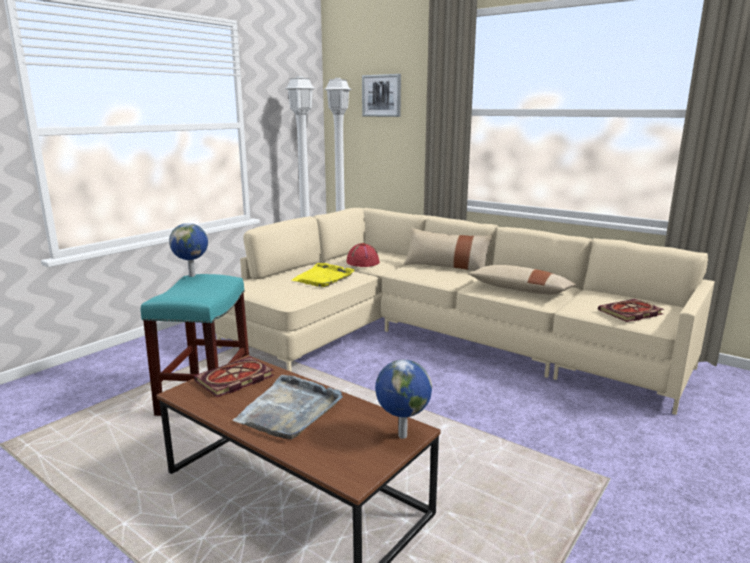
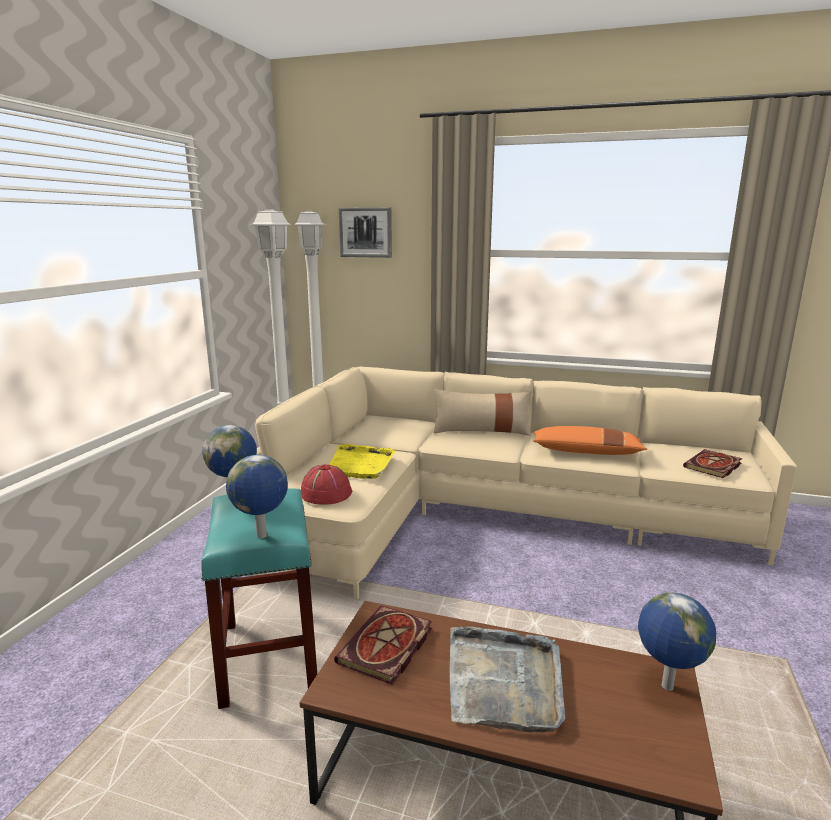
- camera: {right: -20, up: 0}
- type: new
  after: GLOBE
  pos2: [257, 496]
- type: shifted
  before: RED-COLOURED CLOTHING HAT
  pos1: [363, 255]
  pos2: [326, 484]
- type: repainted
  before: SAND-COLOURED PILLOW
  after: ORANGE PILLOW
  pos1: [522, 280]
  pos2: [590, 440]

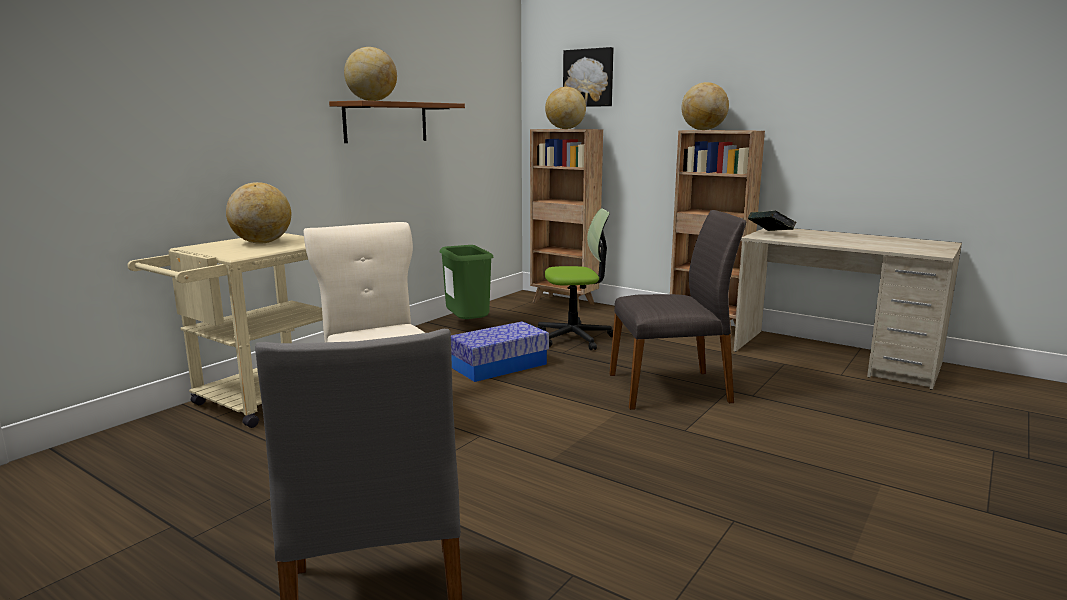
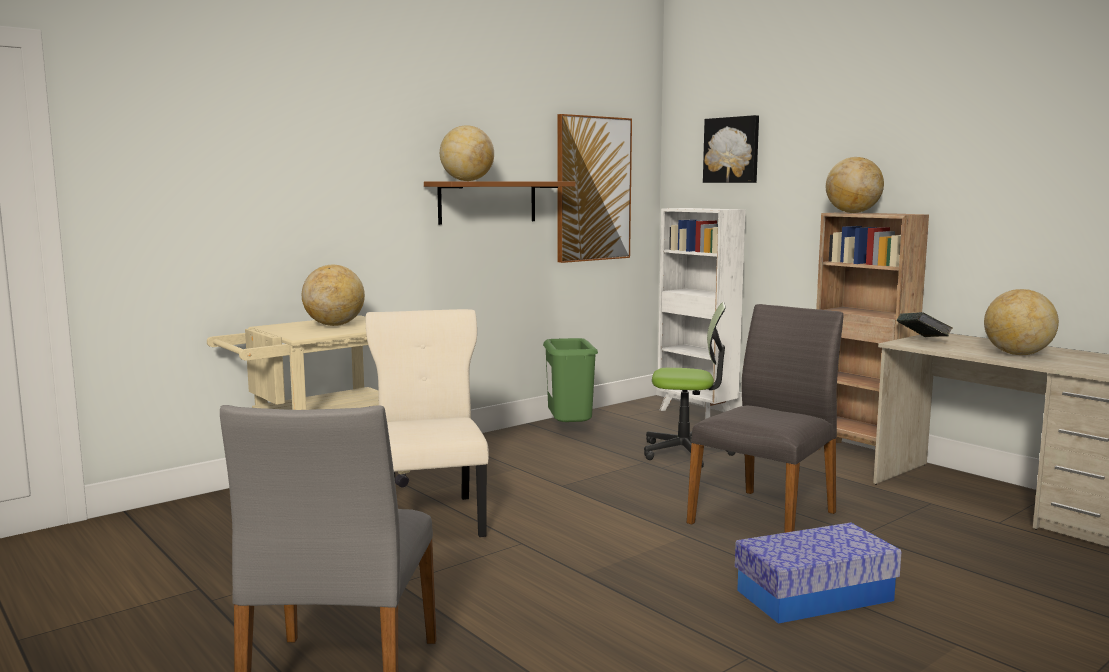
- camera: {right: 15, up: -5}
- type: new
  after: PICTURE
  pos2: [594, 188]
- type: shifted
  before: STORAGE BIN
  pos1: [500, 351]
  pos2: [818, 573]
- type: shifted
  before: GLOBE
  pos1: [565, 108]
  pos2: [1021, 322]
- type: repainted
  before: BROWNISH SHELVING UNIT
  after: WHITE SHELVING UNIT
  pos1: [566, 220]
  pos2: [701, 313]
- type: rotated
  before: GREYISH CHAIR
  pos1: [677, 310]
  pos2: [765, 418]
  turn: -60

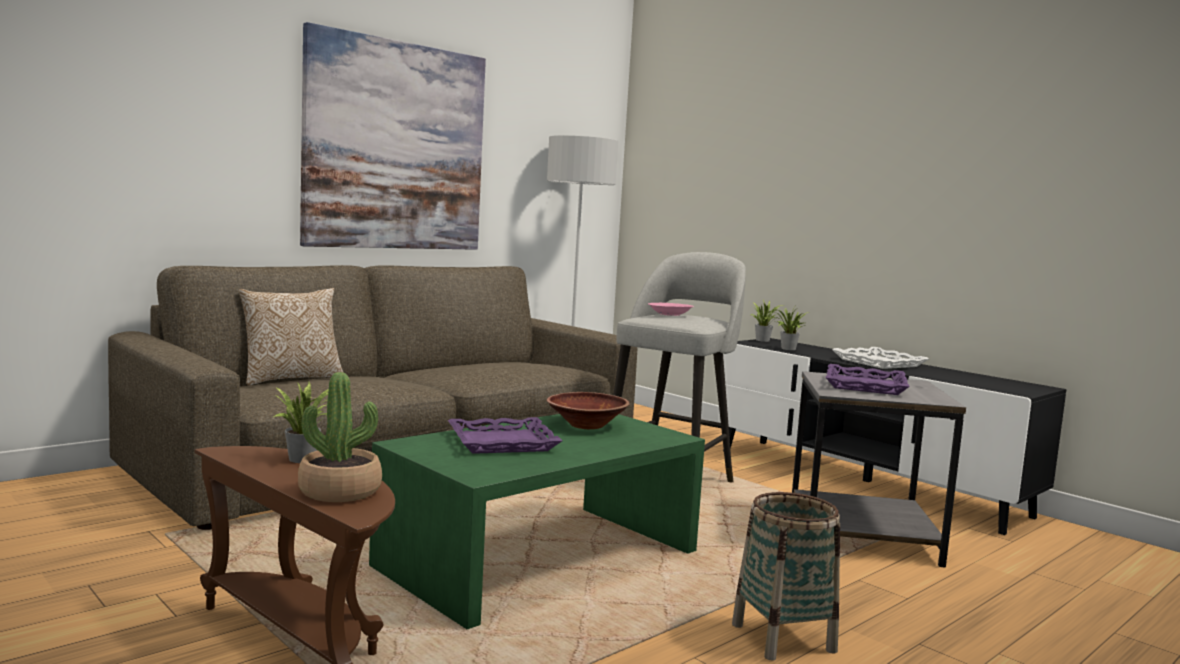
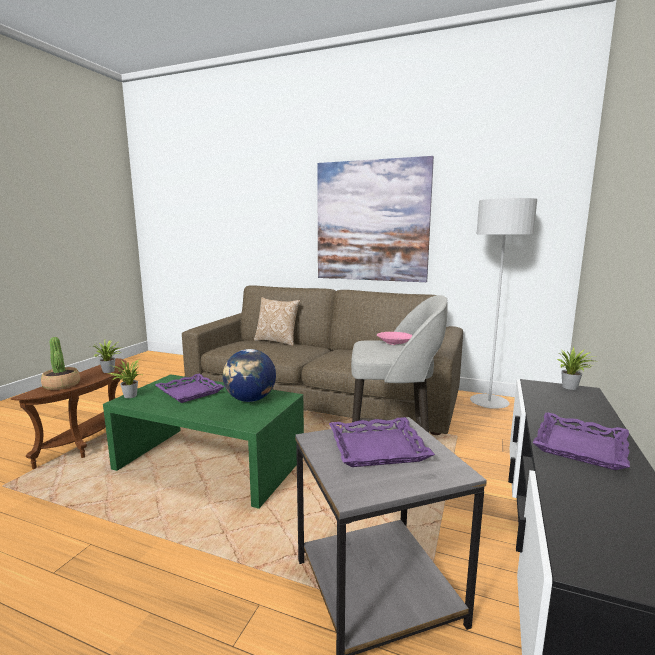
- camera: {right: 65, up: 5}
- type: gone
  before: HOUSEHOLD BASKET
  pos1: [786, 576]
- type: shifted
  before: HOUSEPLANT
  pos1: [790, 328]
  pos2: [124, 378]
- type: swapped
  before: BROWNISH SERVING BOWL
  after: GLOBE
  pos1: [588, 410]
  pos2: [249, 375]
- type: repainted
  before: WHITE TRAY
  after: PURPLE-COLOURED TRAY
  pos1: [880, 358]
  pos2: [581, 441]

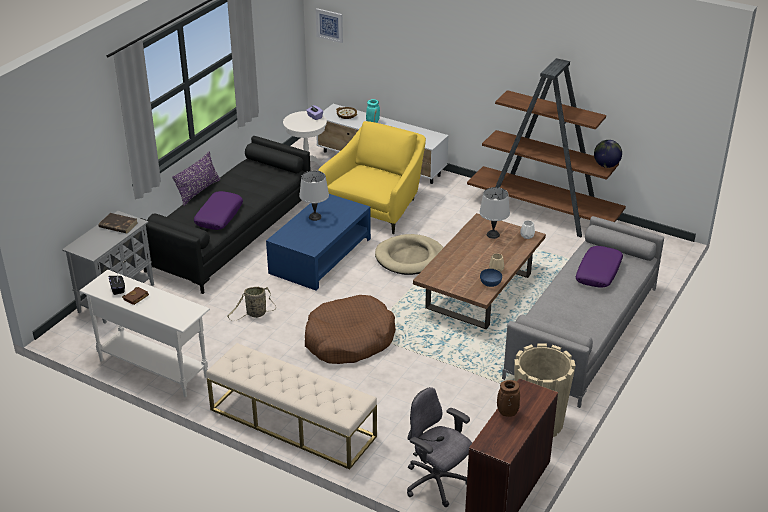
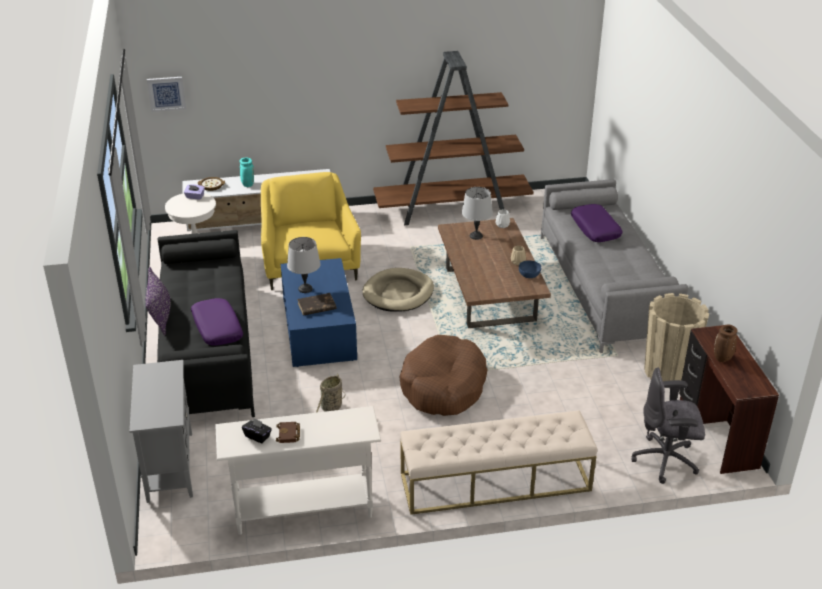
- camera: {right: -40, up: 0}
- type: gone
  before: GLOBE
  pos1: [608, 154]
- type: shifted
  before: BROWNISH VOLUME
  pos1: [118, 223]
  pos2: [316, 304]

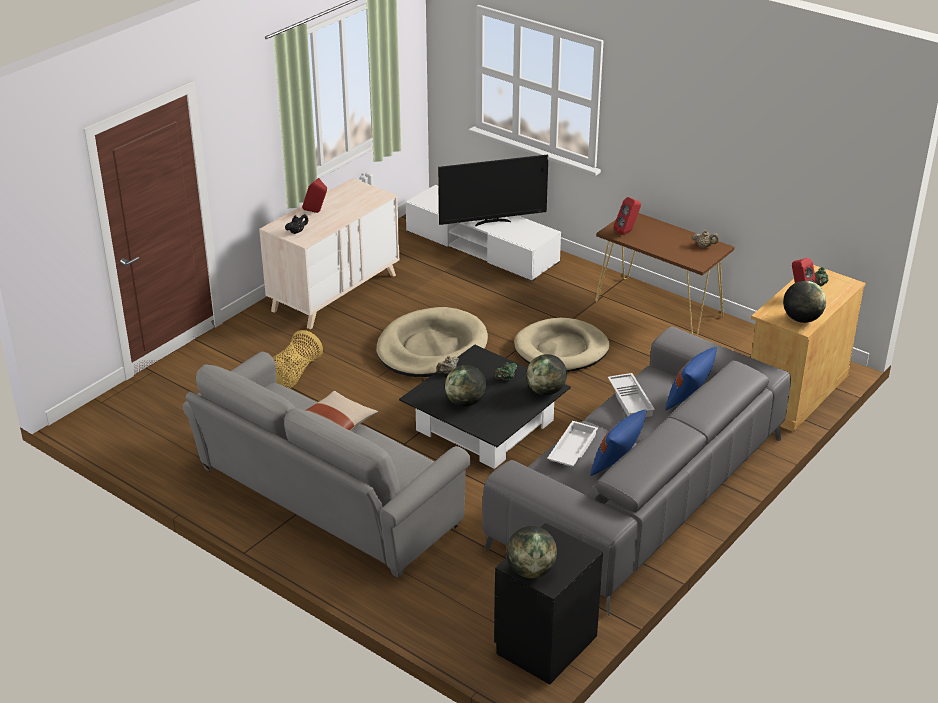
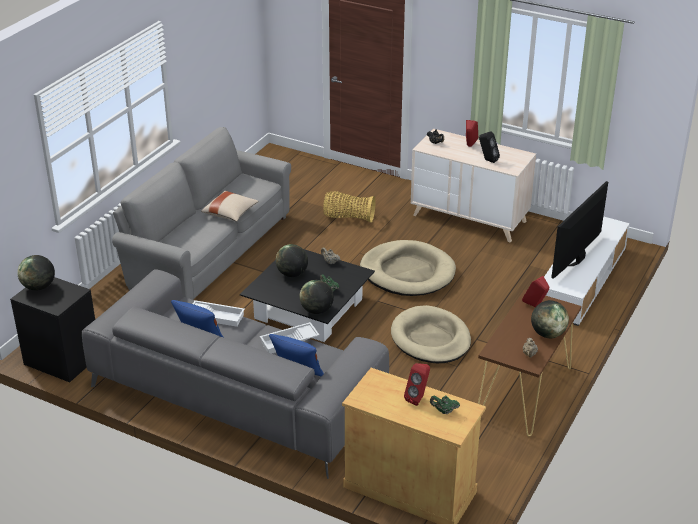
- camera: {right: 80, up: 0}
- type: new
  after: BLACK-COLOURED LOUDSPEAKER
  pos2: [489, 147]
- type: shifted
  before: GLOBE
  pos1: [804, 302]
  pos2: [550, 319]
- type: rotated
  before: TV
  pos1: [493, 190]
  pos2: [579, 230]
  turn: 60

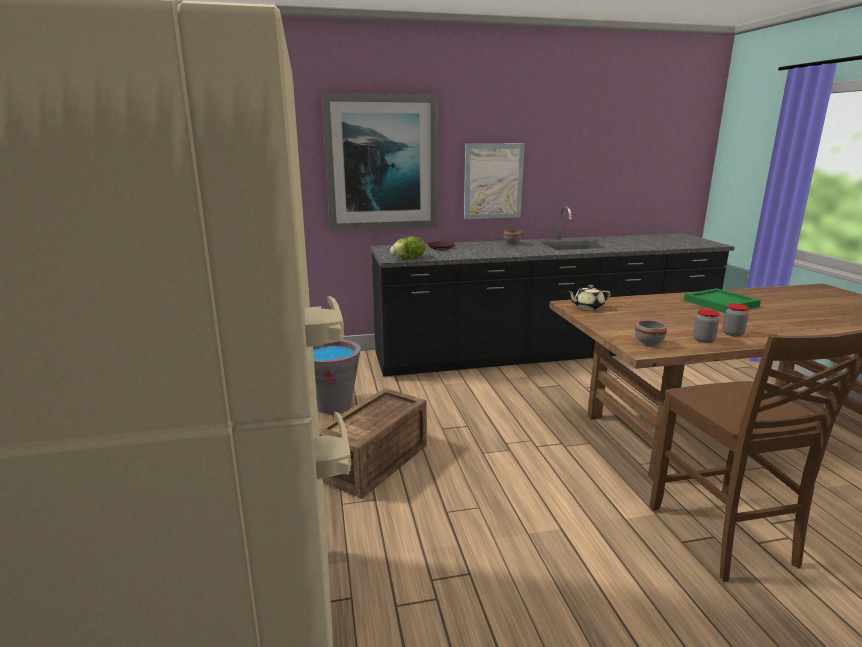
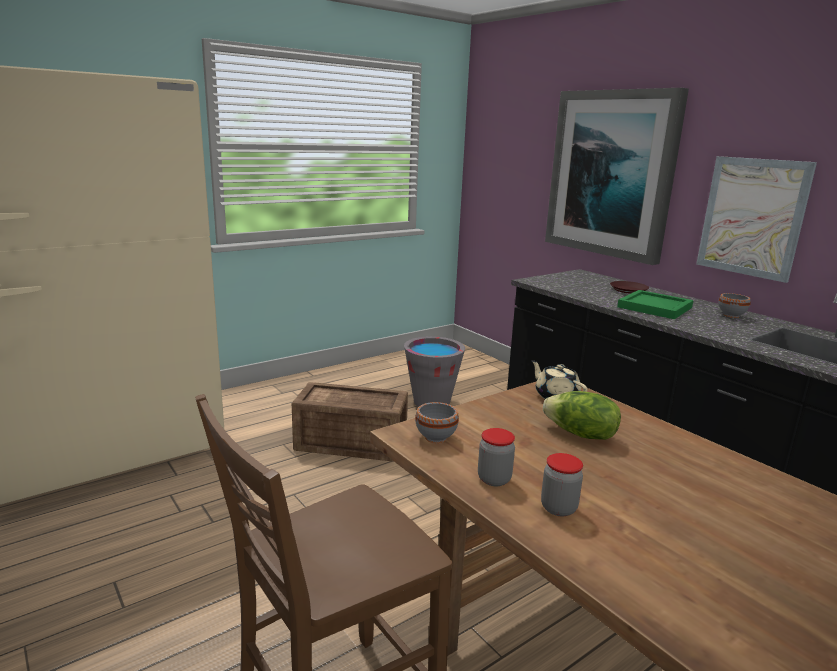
- camera: {right: 65, up: 0}
- type: shifted
  before: LETTUCE
  pos1: [408, 247]
  pos2: [582, 415]
- type: shifted
  before: GREEN-COLOURED TRAY
  pos1: [722, 300]
  pos2: [655, 304]

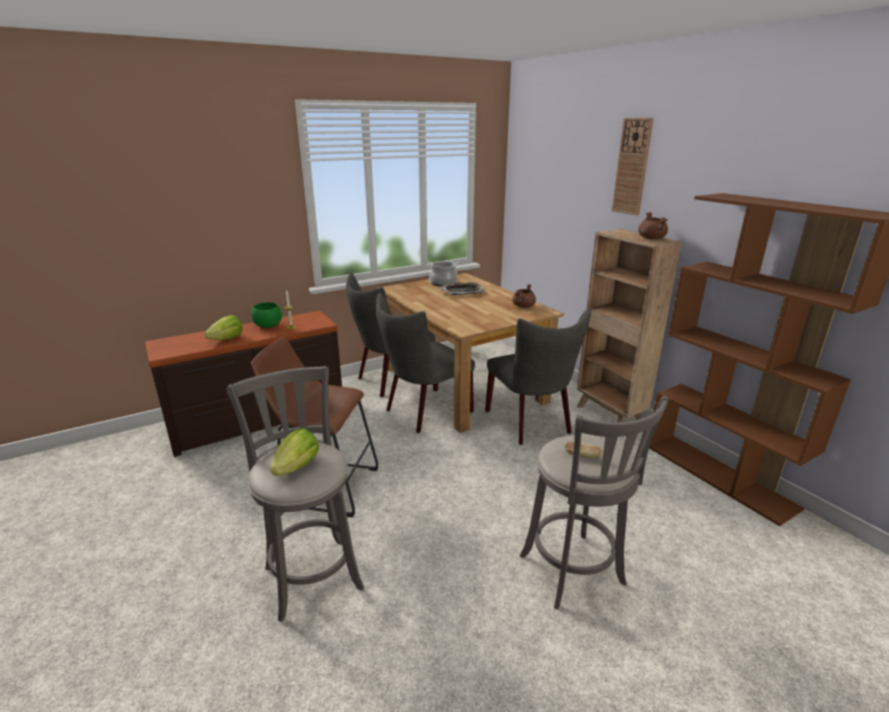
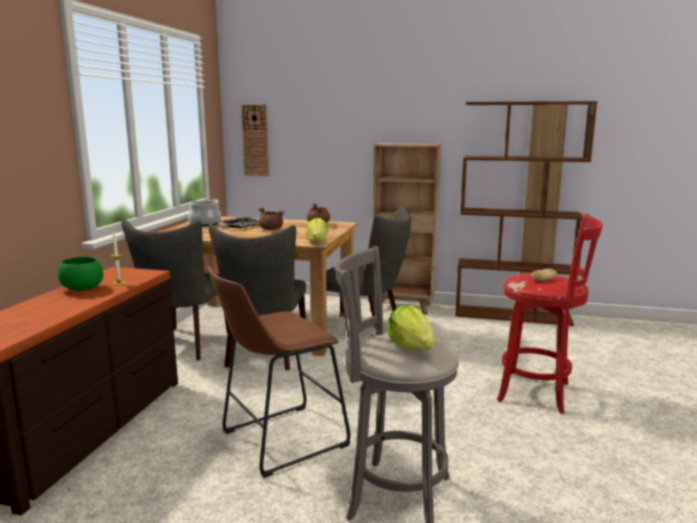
- camera: {right: -45, up: -10}
- type: shifted
  before: LETTUCE
  pos1: [223, 327]
  pos2: [317, 230]
- type: shifted
  before: WALL CLOCK
  pos1: [633, 167]
  pos2: [255, 140]
- type: shifted
  before: BROWNISH STOCKPOT
  pos1: [653, 225]
  pos2: [271, 218]
- type: repainted
  before: GREYISH STOOL SEAT
  after: RED-COLOURED STOOL SEAT
  pos1: [594, 502]
  pos2: [550, 314]

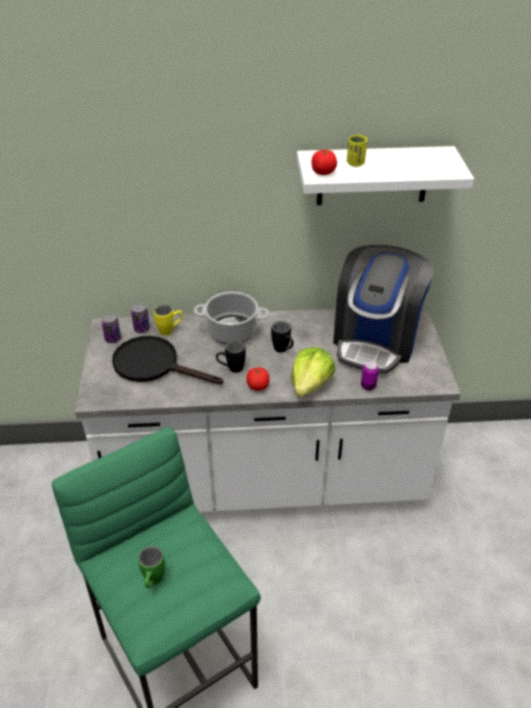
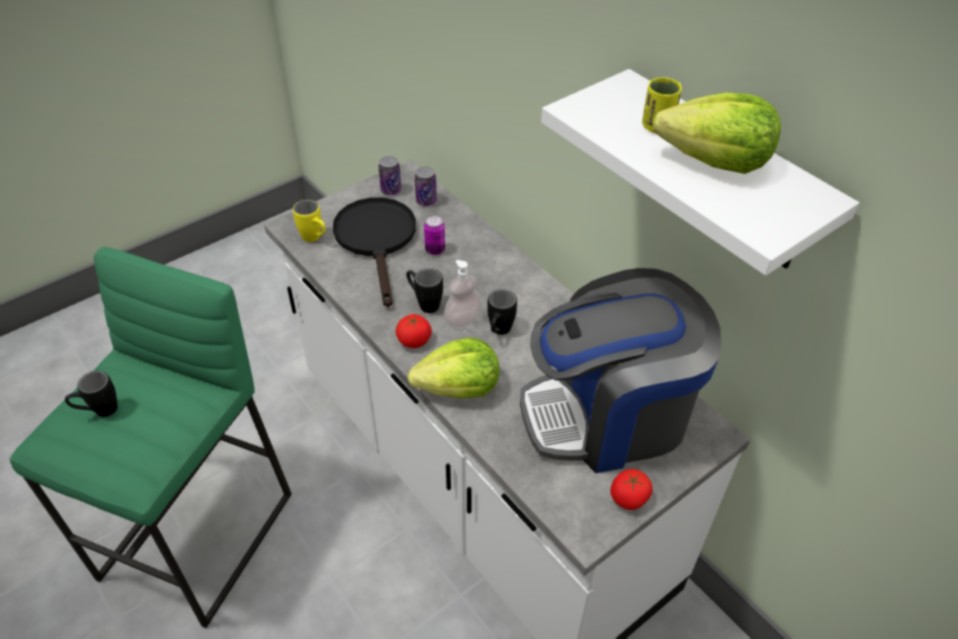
- camera: {right: 55, up: 5}
- type: gone
  before: STOCKPOT
  pos1: [231, 318]
- type: new
  after: LIQUID SOAP BOTTLE
  pos2: [463, 293]
- type: new
  after: LETTUCE
  pos2: [717, 133]
- type: shifted
  before: YELLOWISH MUG
  pos1: [168, 320]
  pos2: [309, 221]
- type: shifted
  before: WHOLE TOMATO
  pos1: [324, 162]
  pos2: [631, 489]
- type: shifted
  before: SEALED CAN
  pos1: [370, 376]
  pos2: [434, 235]
- type: repainted
  before: GREEN-COLOURED MUG
  after: BLACK-COLOURED MUG
  pos1: [151, 567]
  pos2: [91, 394]

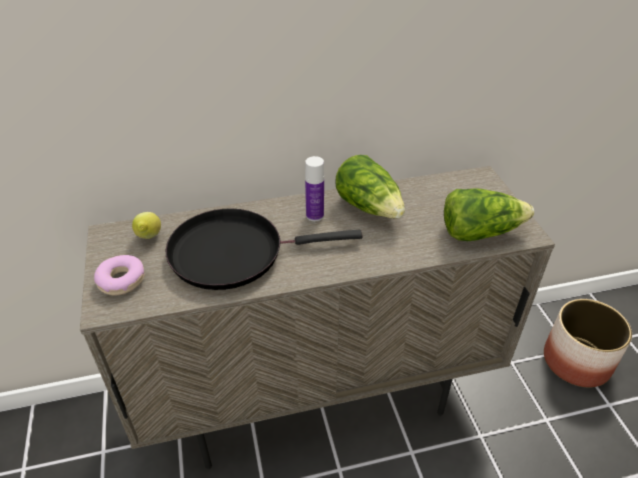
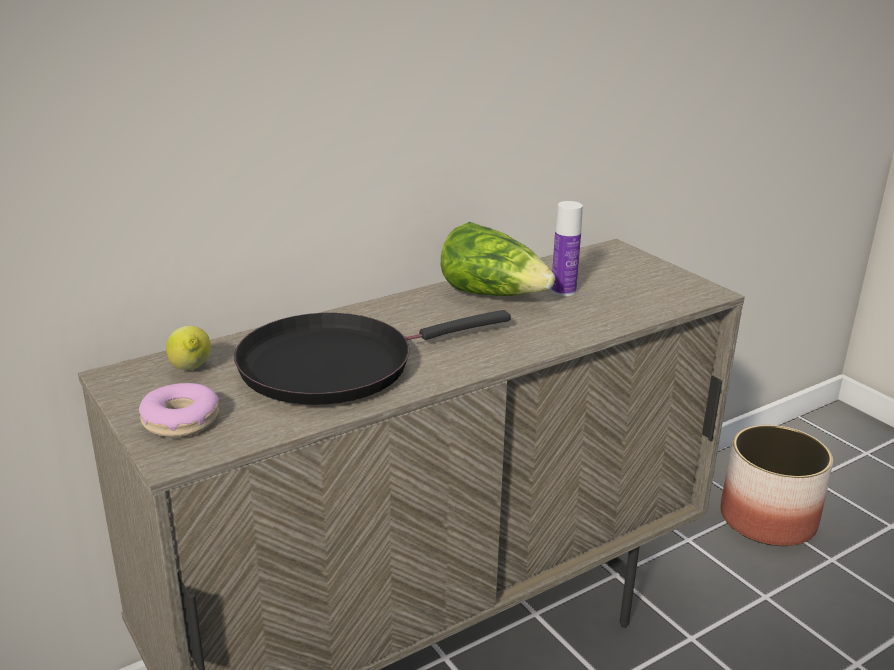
- camera: {right: -20, up: -15}
- type: gone
  before: LETTUCE
  pos1: [489, 215]
- type: shifted
  before: BEVERAGE BOTTLE
  pos1: [314, 188]
  pos2: [567, 248]

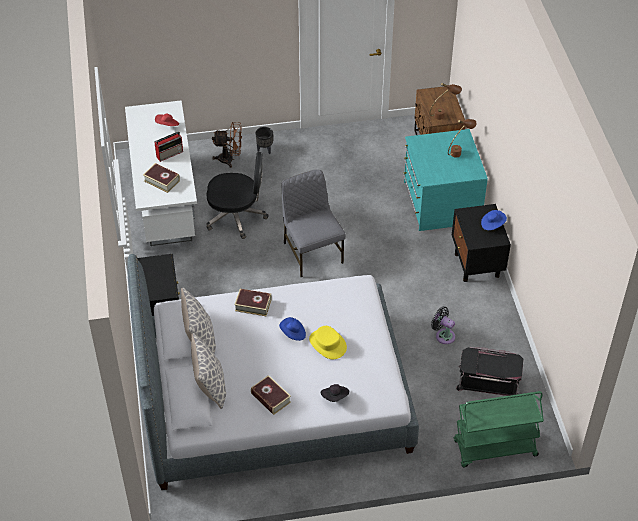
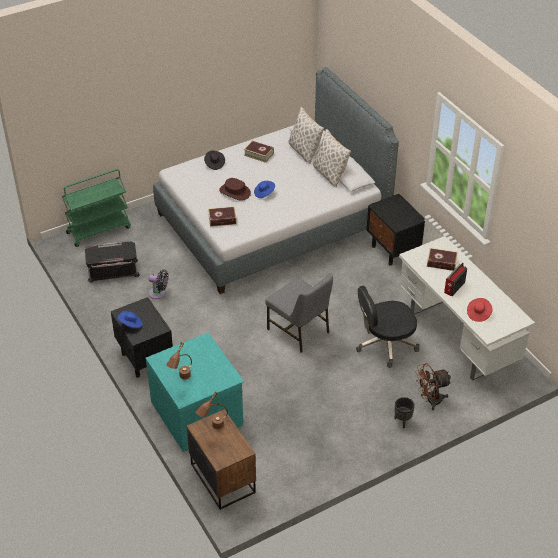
- camera: {right: 160, up: -5}
- type: shifted
  before: VOLUME
  pos1: [253, 302]
  pos2: [222, 216]
- type: repainted
  before: YELLOWISH CLOTHING HAT
  after: BROWNISH CLOTHING HAT
  pos1: [328, 342]
  pos2: [235, 189]

